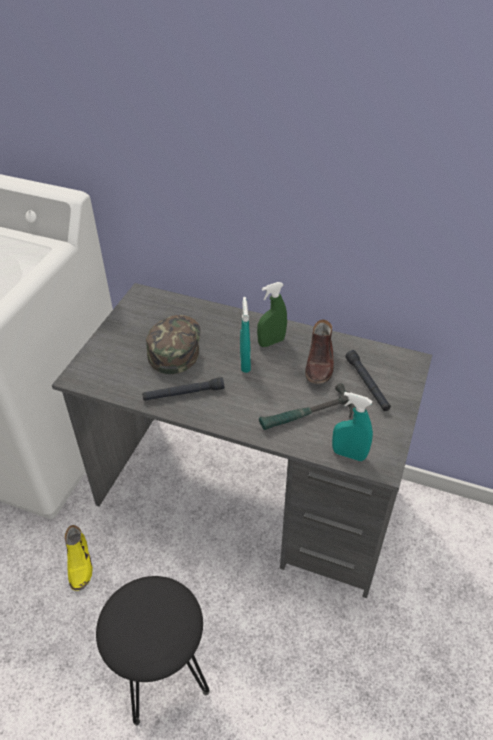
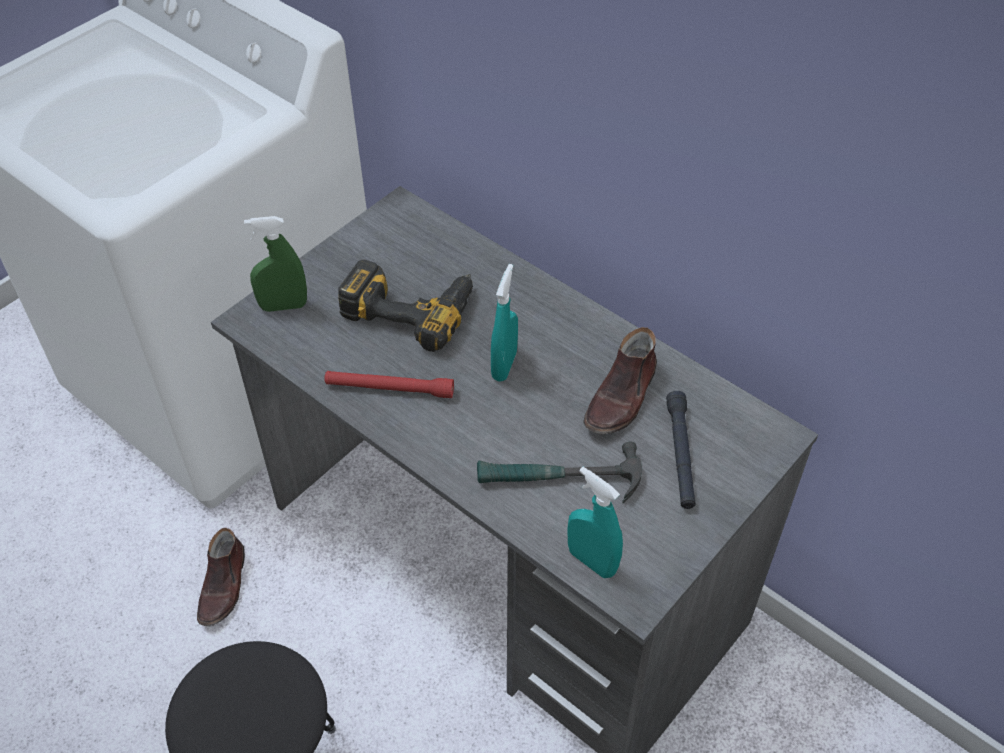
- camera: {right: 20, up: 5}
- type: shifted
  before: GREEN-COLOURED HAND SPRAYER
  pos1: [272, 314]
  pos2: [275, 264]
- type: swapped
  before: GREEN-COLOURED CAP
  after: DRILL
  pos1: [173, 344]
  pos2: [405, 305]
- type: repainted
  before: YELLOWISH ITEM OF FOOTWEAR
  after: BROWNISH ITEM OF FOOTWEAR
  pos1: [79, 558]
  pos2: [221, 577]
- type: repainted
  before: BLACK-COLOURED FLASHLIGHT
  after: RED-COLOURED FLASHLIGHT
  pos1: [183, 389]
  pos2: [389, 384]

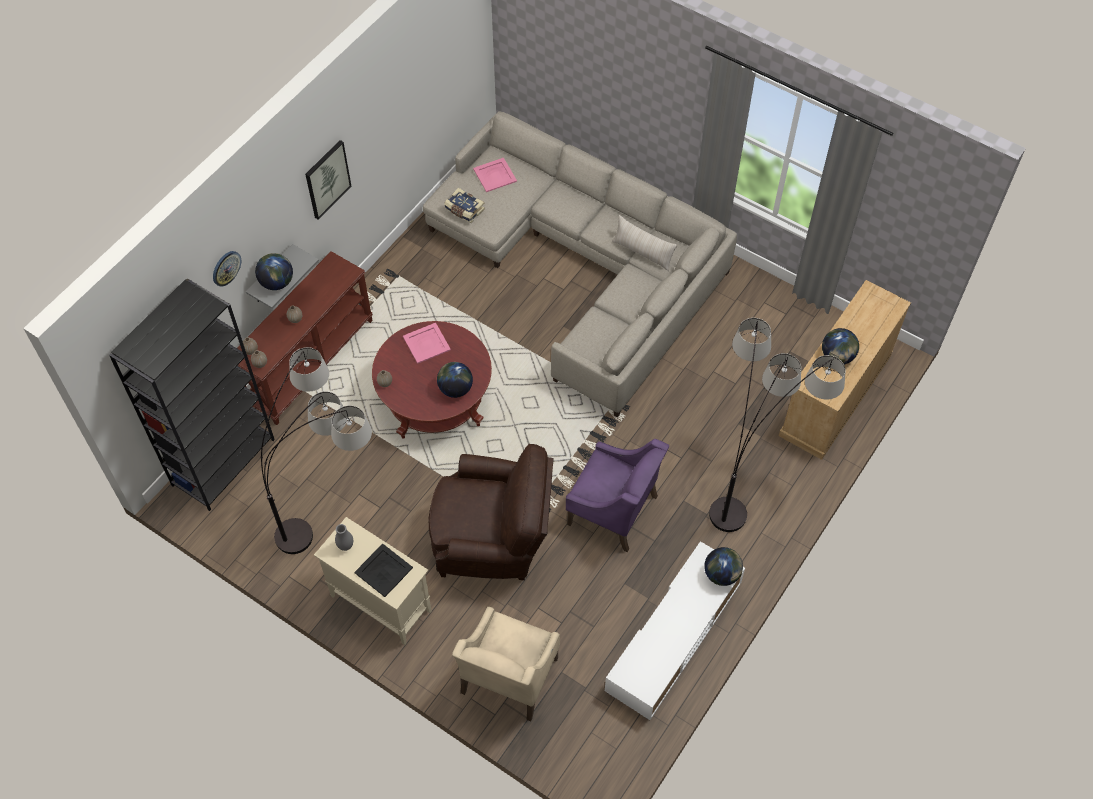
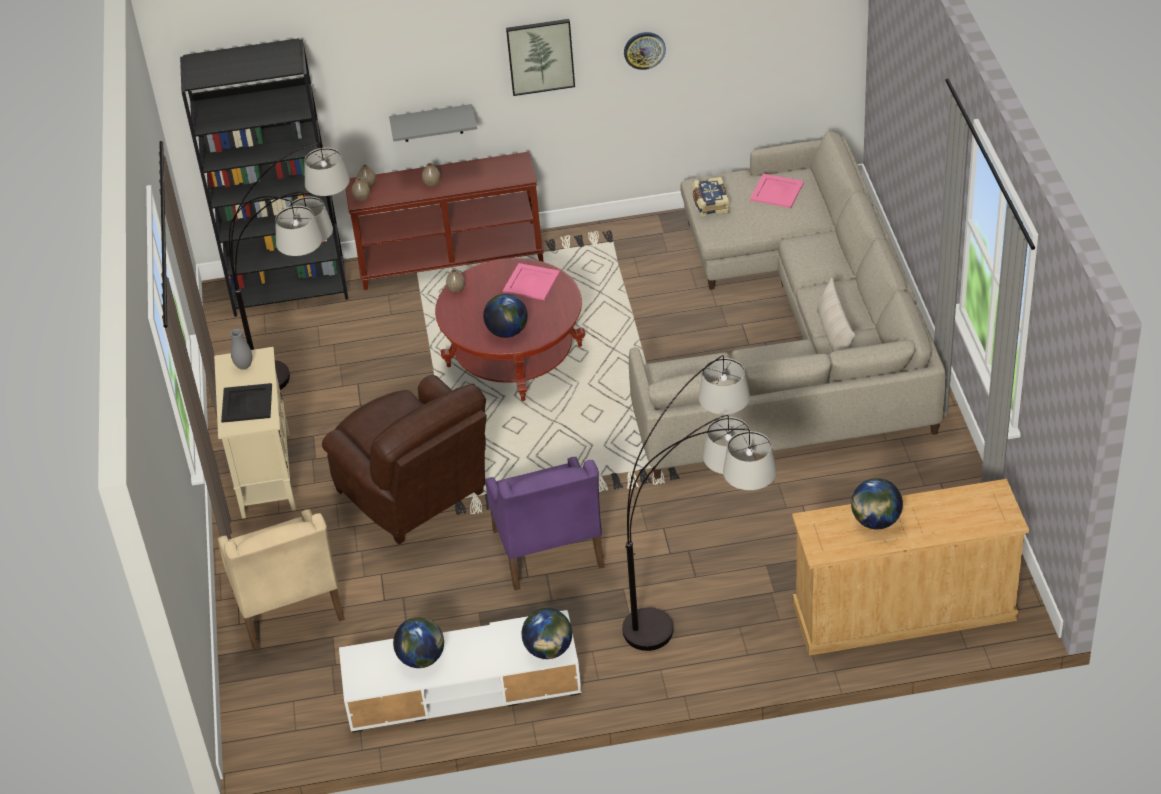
- camera: {right: 50, up: -15}
- type: shifted
  before: WALL CLOCK
  pos1: [227, 268]
  pos2: [645, 51]
- type: shifted
  before: GLOBE
  pos1: [274, 271]
  pos2: [418, 642]
- type: rotated
  before: SAND-COLOURED ARMCHAIR
  pos1: [506, 664]
  pos2: [281, 579]
  turn: -90

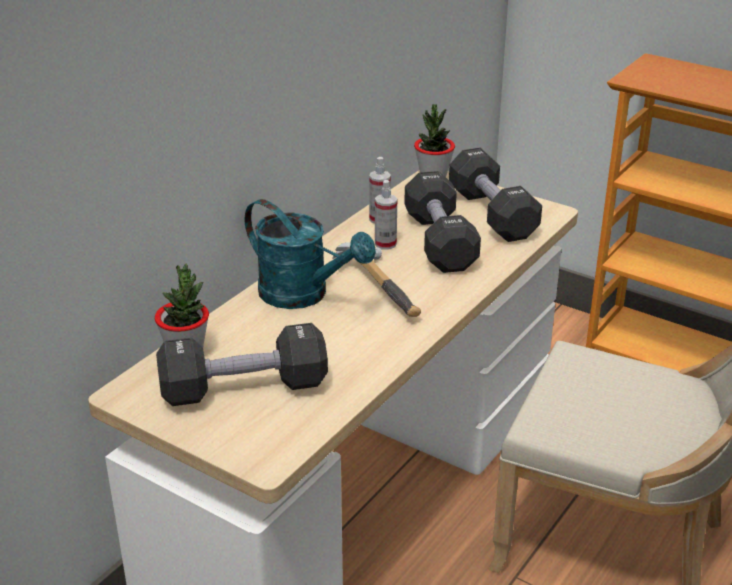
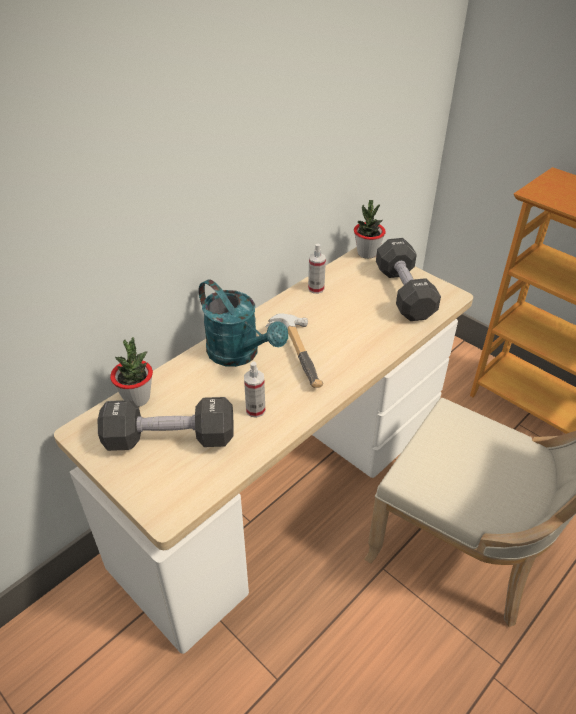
- camera: {right: 10, up: 10}
- type: gone
  before: BLACK-COLOURED HAND WEIGHT
  pos1: [442, 222]
- type: shifted
  before: HAND SPRAYER
  pos1: [386, 215]
  pos2: [254, 390]

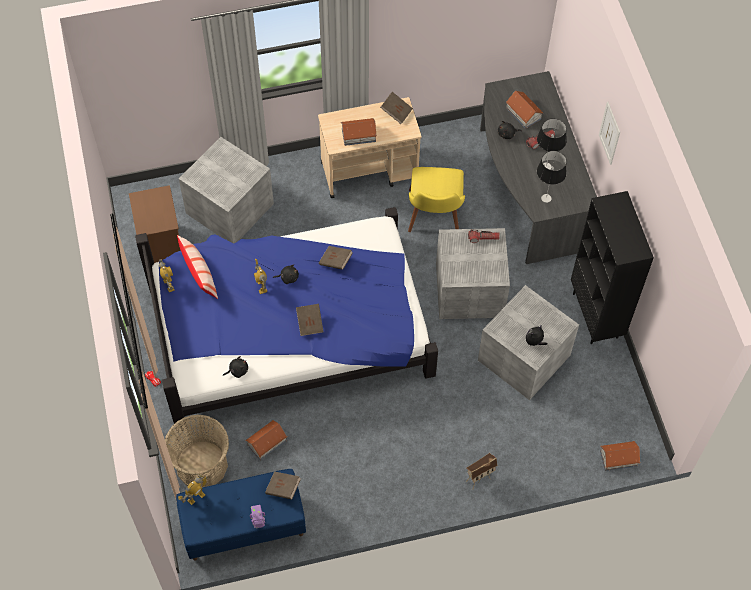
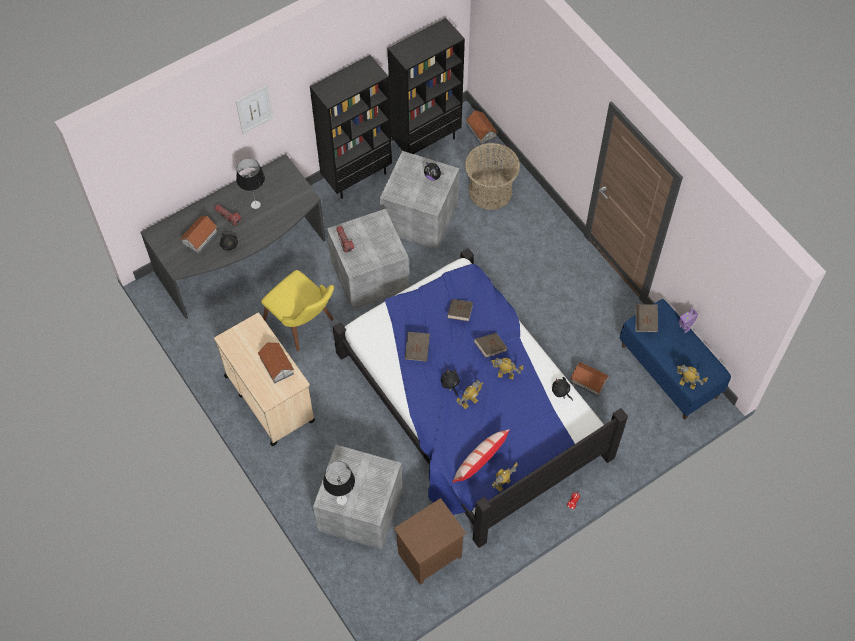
- camera: {right: -110, up: 0}
- type: gone
  before: MODEL HOUSE
  pos1: [481, 471]
- type: new
  after: BLACK-COLOURED SHELVING UNIT
  pos2: [426, 86]
- type: new
  after: MODEL ROBOT
  pos2: [507, 368]
- type: shifted
  before: HOUSEHOLD BASKET
  pos1: [197, 451]
  pos2: [492, 176]
- type: shifted
  before: BROWNISH VOLUME
  pos1: [396, 108]
  pos2: [460, 310]
- type: shifted
  before: TABLE LAMP
  pos1: [552, 177]
  pos2: [339, 483]
- type: rotated
  before: YELLOWISH CHAIR
  pos1: [436, 199]
  pos2: [297, 311]
  turn: 60

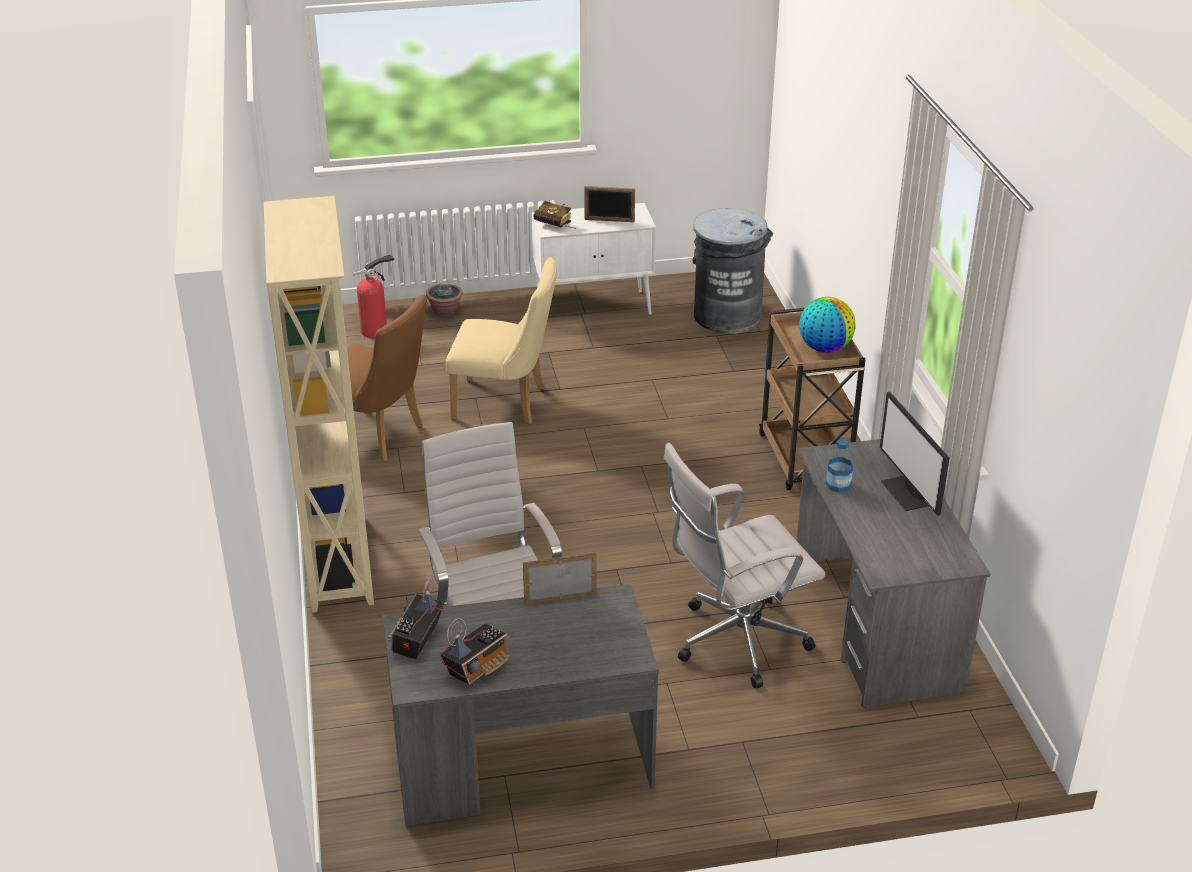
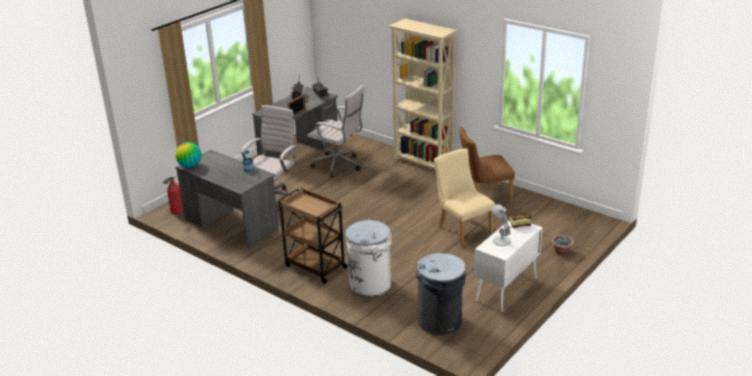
- camera: {right: 140, up: -5}
- type: gone
  before: COMPUTER DISPLAY
  pos1: [914, 454]
- type: new
  after: WHITE TRASH CAN
  pos2: [368, 258]
- type: shifted
  before: EXTINGUISHER
  pos1: [373, 296]
  pos2: [173, 195]
- type: shifted
  before: GLOBE
  pos1: [827, 325]
  pos2: [188, 155]
- type: swapped
  before: PHOTO FRAME
  after: WHITE TABLE LAMP
  pos1: [609, 204]
  pos2: [501, 225]
- type: rotated
  before: SAND-COLOURED CHAIR
  pos1: [501, 341]
  pos2: [464, 197]
  turn: 90

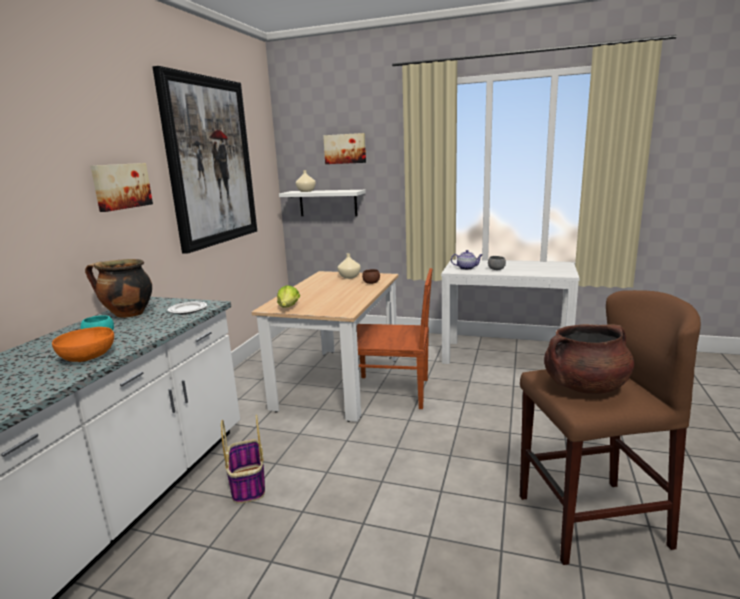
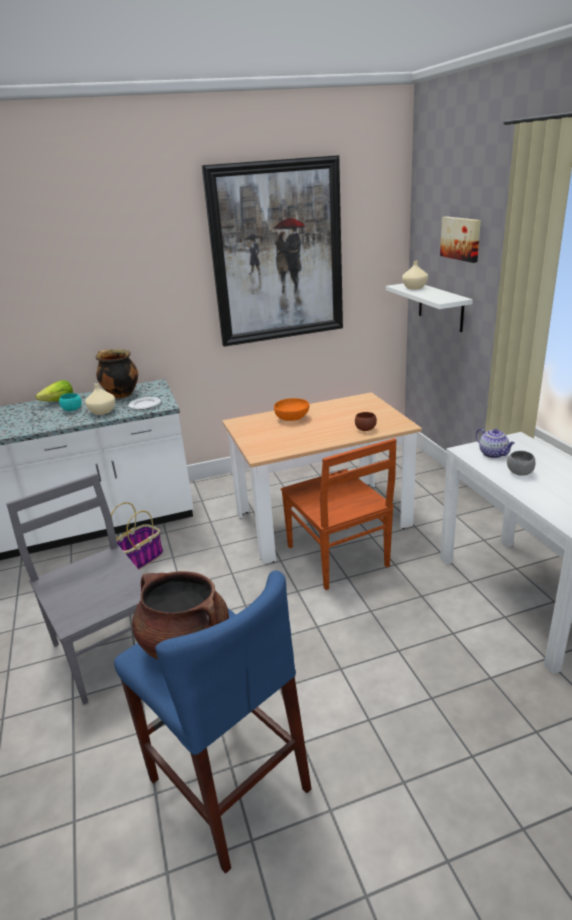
- camera: {right: 55, up: 10}
- type: gone
  before: PICTURE
  pos1: [121, 187]
- type: new
  after: GREYISH CHAIR
  pos2: [74, 589]
- type: shifted
  before: ORANGE SERVING BOWL
  pos1: [83, 344]
  pos2: [291, 409]
- type: shifted
  before: LETTUCE
  pos1: [288, 296]
  pos2: [54, 391]
- type: shifted
  before: SAND-COLOURED VASE
  pos1: [349, 266]
  pos2: [100, 399]
- type: repainted
  before: BROWNISH STOOL SEAT
  after: BLUE-COLOURED STOOL SEAT
  pos1: [610, 427]
  pos2: [213, 722]

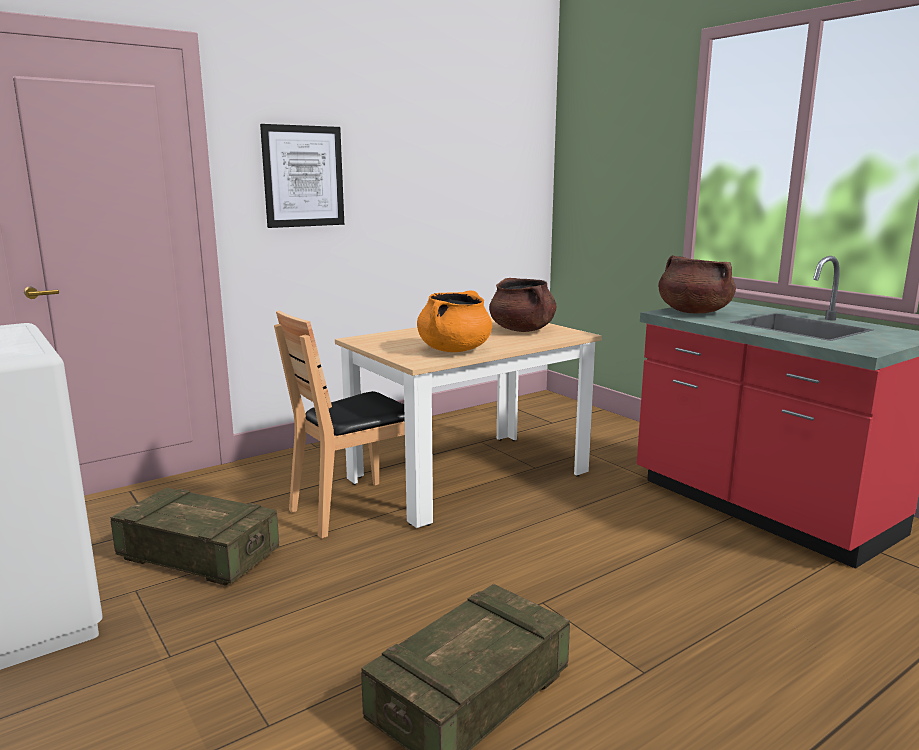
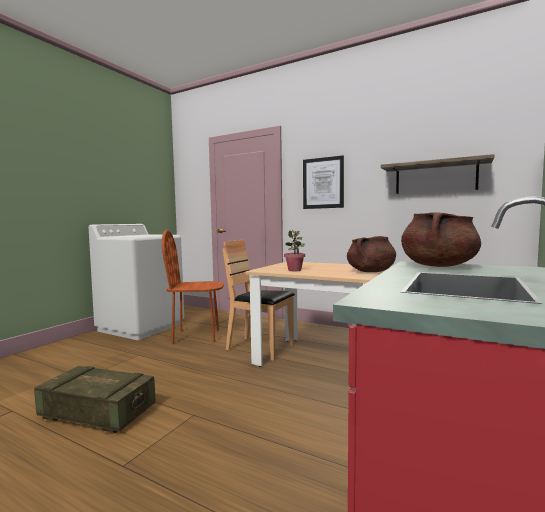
- camera: {right: 65, up: -10}
- type: new
  after: SHELF
  pos2: [438, 174]
- type: swapped
  before: CRATE
  after: BROWNISH CHAIR
  pos1: [194, 536]
  pos2: [193, 287]
- type: swapped
  before: ORANGE STOCKPOT
  after: HOUSEPLANT
  pos1: [454, 321]
  pos2: [294, 250]

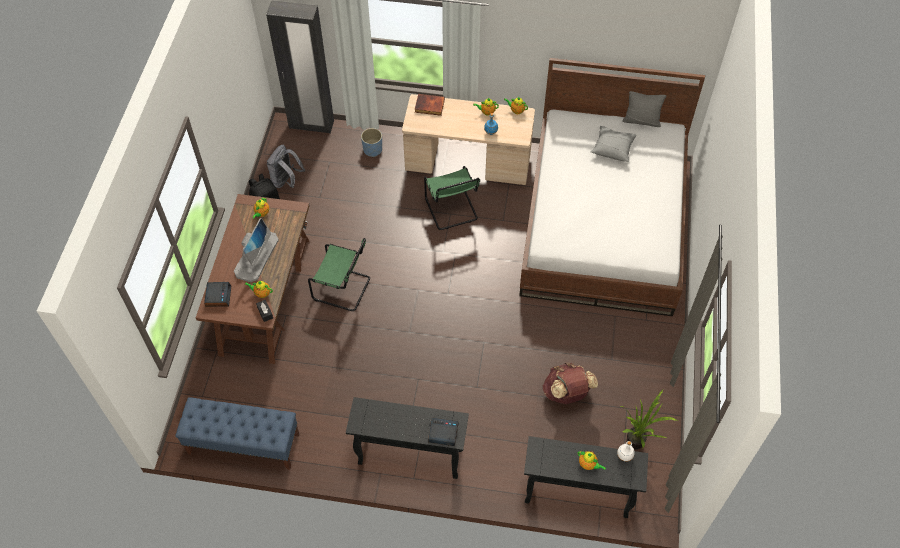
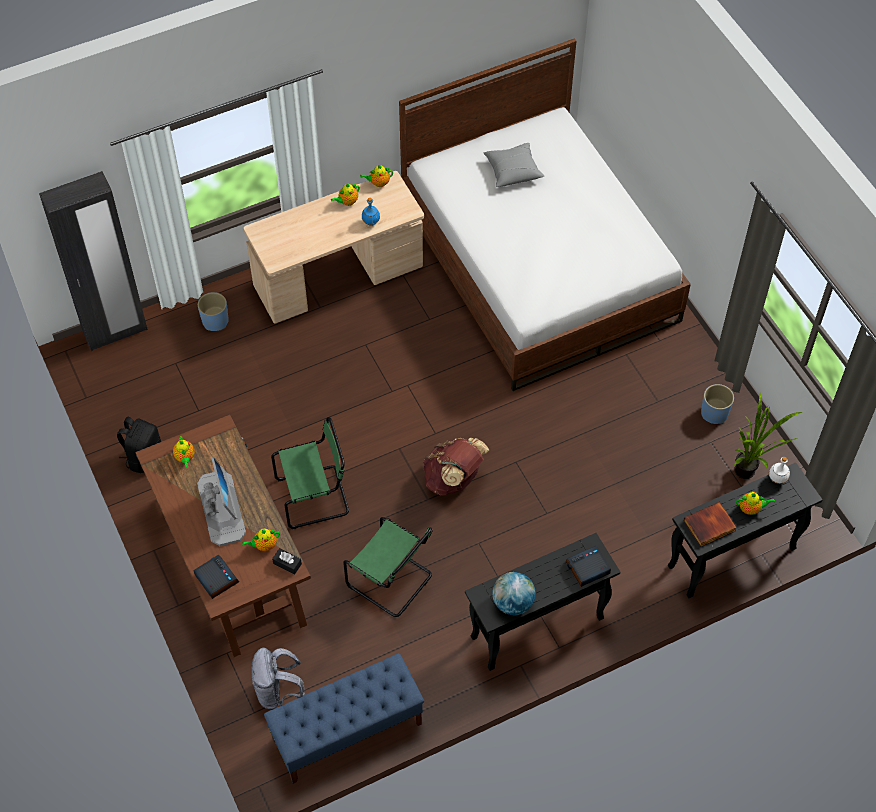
- camera: {right: -35, up: 0}
- type: gone
  before: GREYISH PILLOW
  pos1: [644, 109]
- type: new
  after: GLOBE
  pos2: [513, 593]
- type: new
  after: BLUE-COLOURED FLOWER POT
  pos2: [717, 404]
- type: shifted
  before: GREYISH RUCKSACK
  pos1: [286, 166]
  pos2: [278, 678]
- type: shifted
  before: VOLUME
  pos1: [430, 105]
  pos2: [710, 524]
- type: shifted
  before: GREEN-COLOURED CHAIR
  pos1: [452, 198]
  pos2: [387, 567]
- type: shifted
  before: BROWNISH RUCKSACK
  pos1: [570, 383]
  pos2: [456, 467]

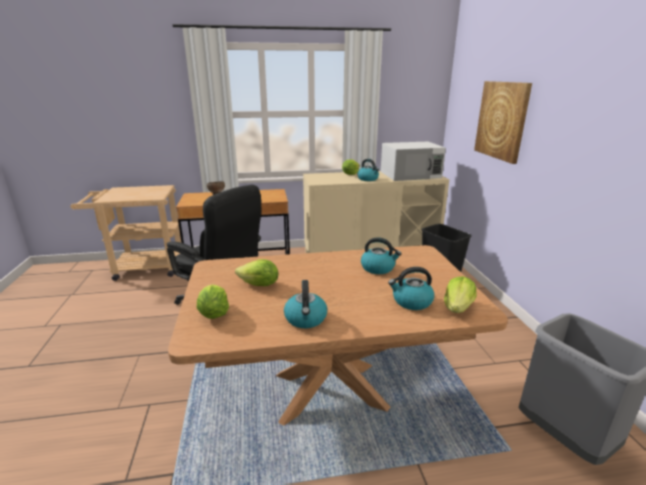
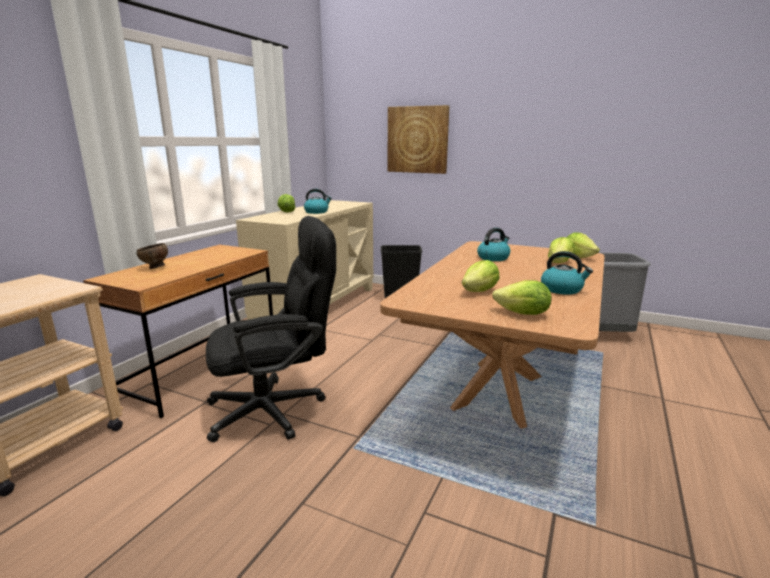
- camera: {right: -55, up: -5}
- type: gone
  before: WHITE MICROWAVE OVEN
  pos1: [413, 161]
- type: swapped
  before: WATER KETTLE
  after: LETTUCE
  pos1: [411, 288]
  pos2: [561, 250]

